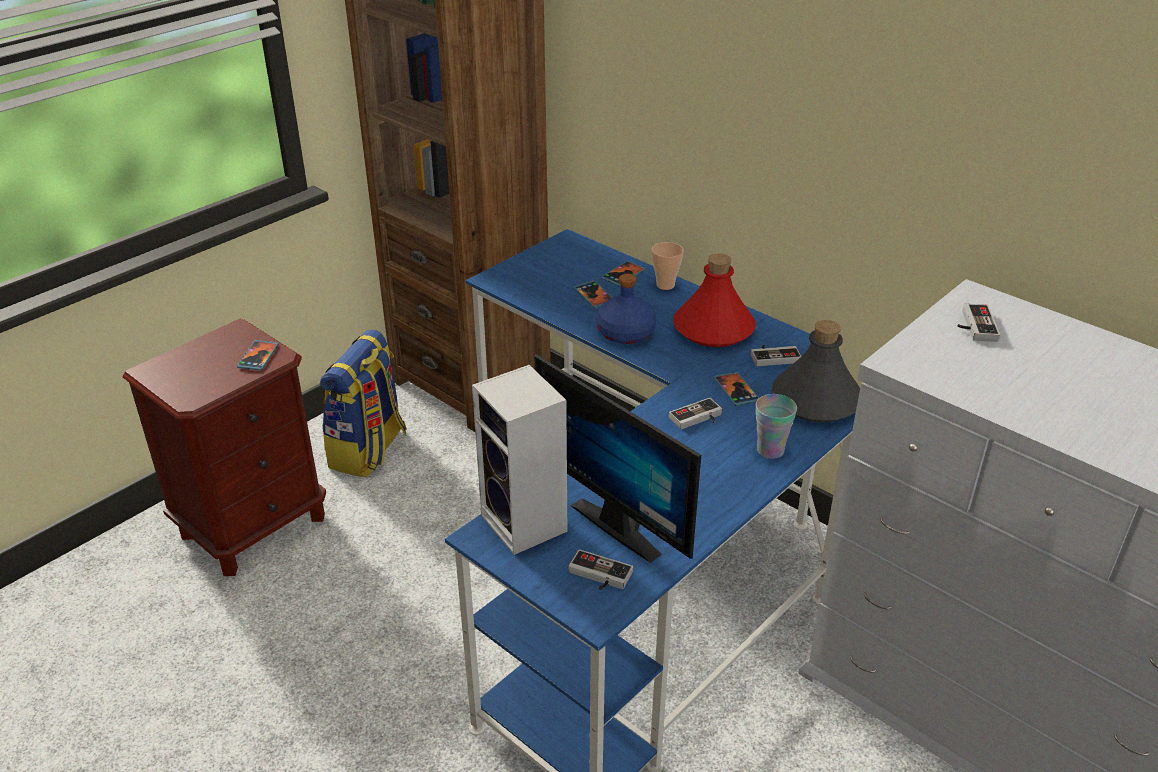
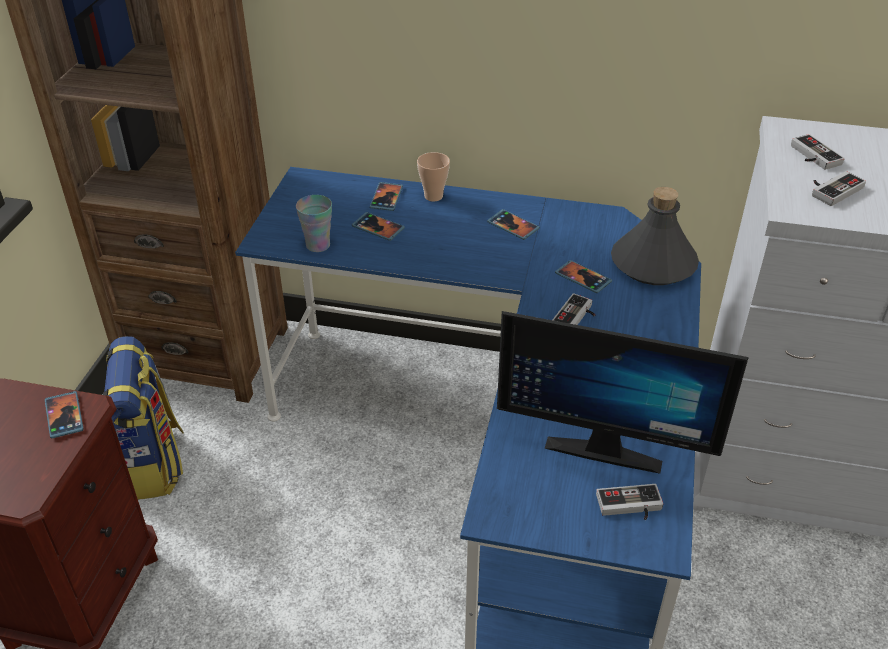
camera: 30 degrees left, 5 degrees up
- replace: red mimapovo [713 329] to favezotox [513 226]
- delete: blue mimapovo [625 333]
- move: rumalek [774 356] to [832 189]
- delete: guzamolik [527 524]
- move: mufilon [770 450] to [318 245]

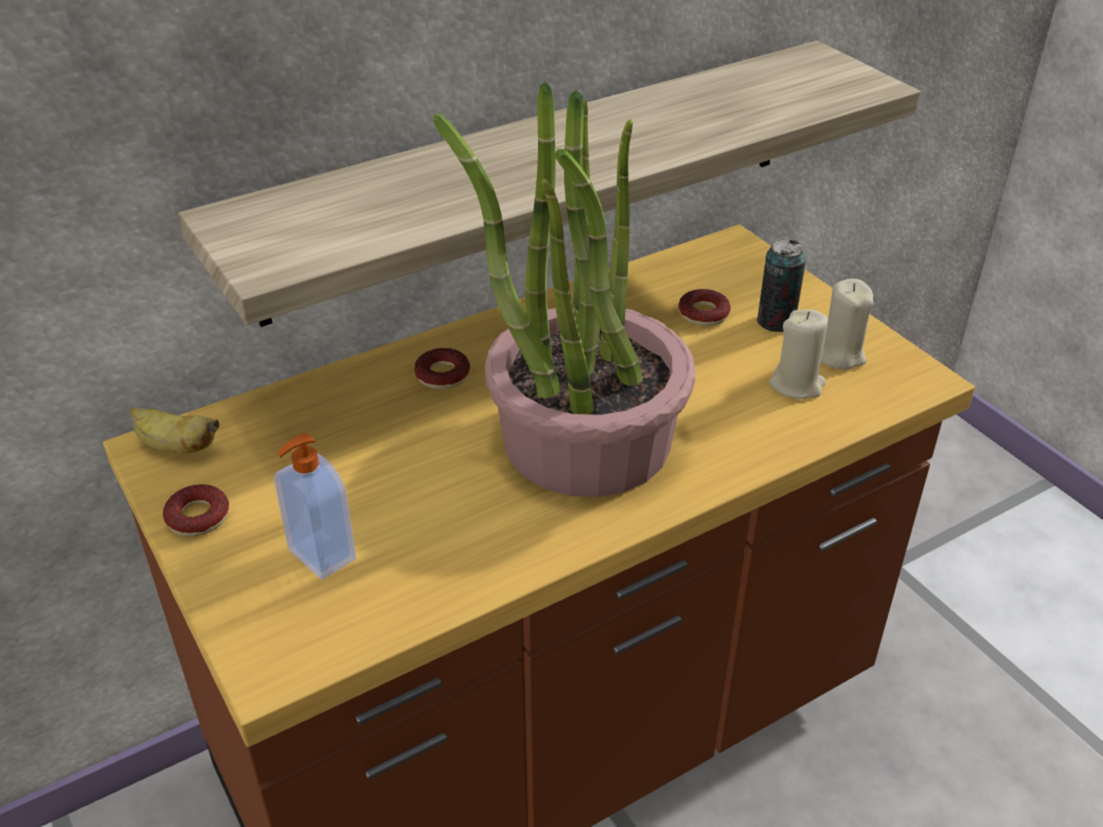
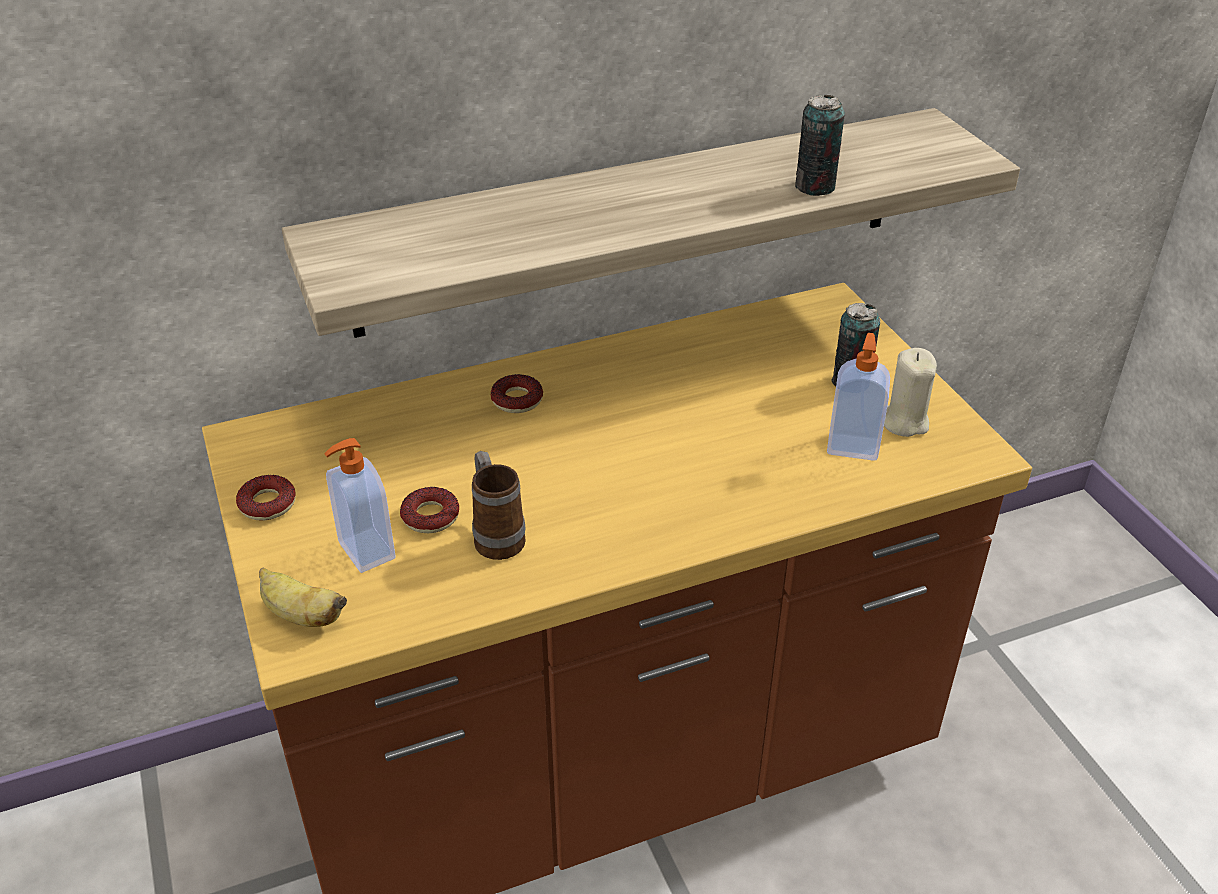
camera: 10 degrees right, 0 degrees up
- delete: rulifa [584 440]
- move: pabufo [703 314] to [430 516]
- replace: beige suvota [797 384] to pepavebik [853 446]
- move: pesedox [175 447] to [301 615]
- insert: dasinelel [815 187]
- insert: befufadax [496 535]

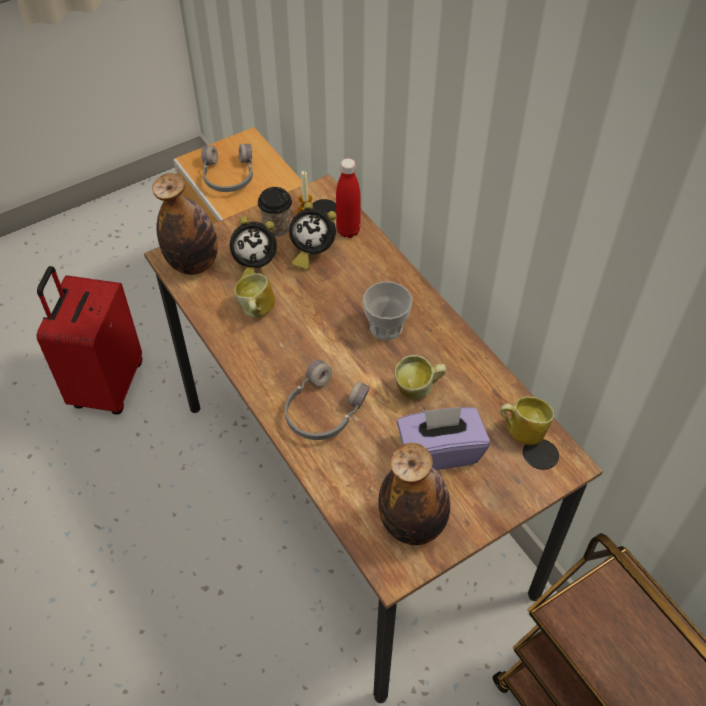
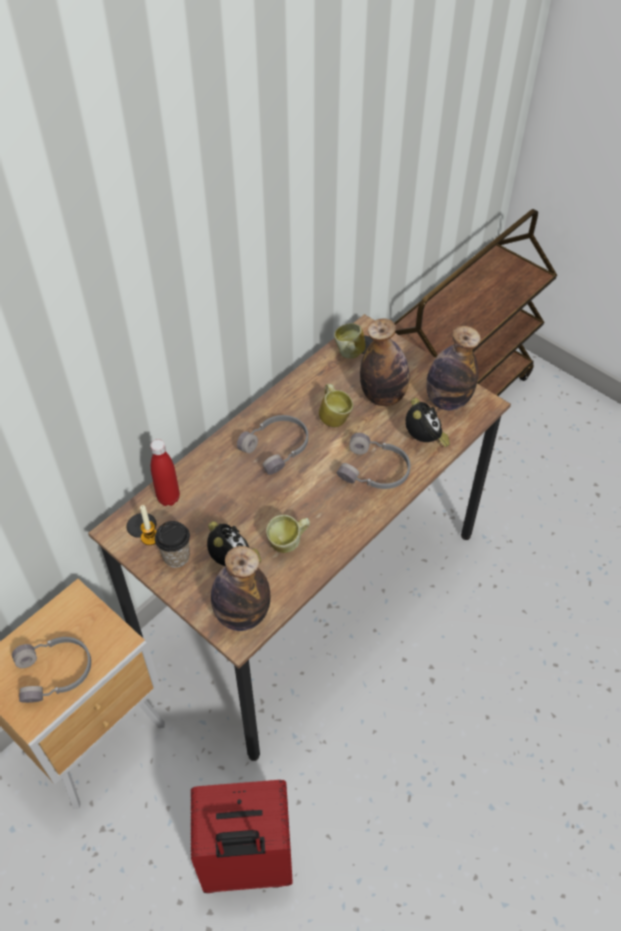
camera: 105 degrees left, 0 degrees up
- move: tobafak [311 252] to [424 440]
- replace: mufilon [386 327] to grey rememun [277 448]
- replace: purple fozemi [439 451] to mimapovo [383 396]

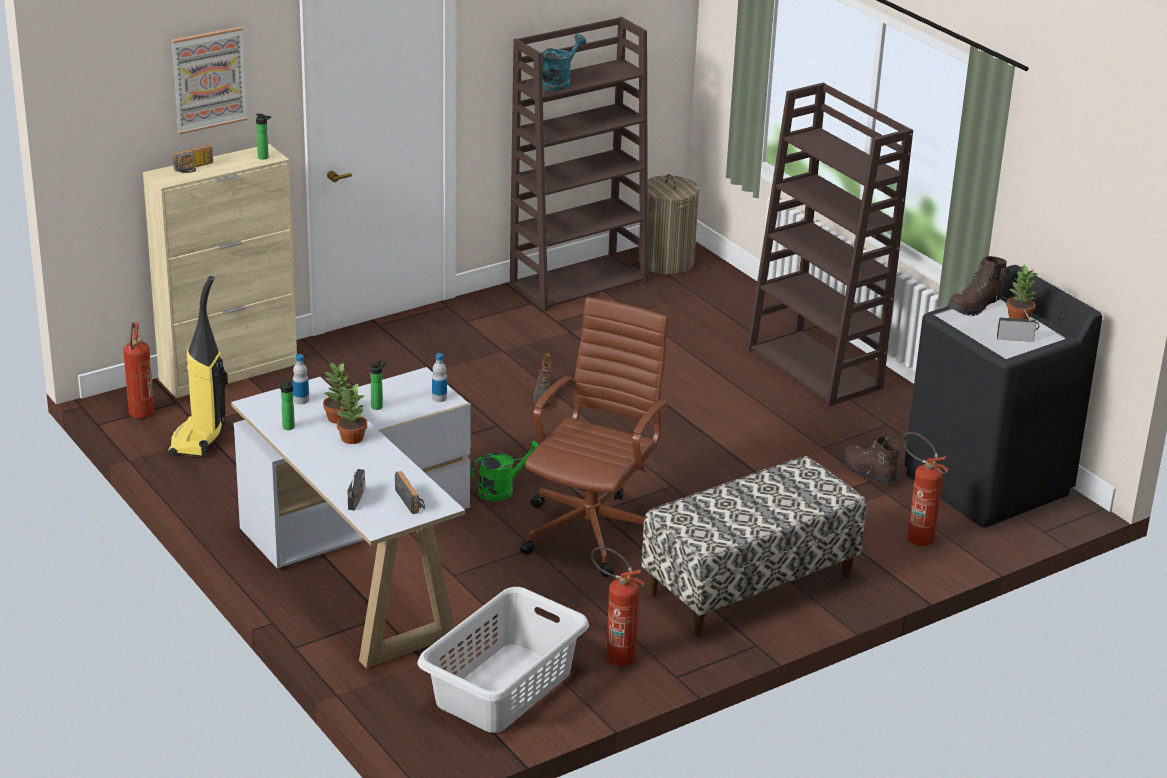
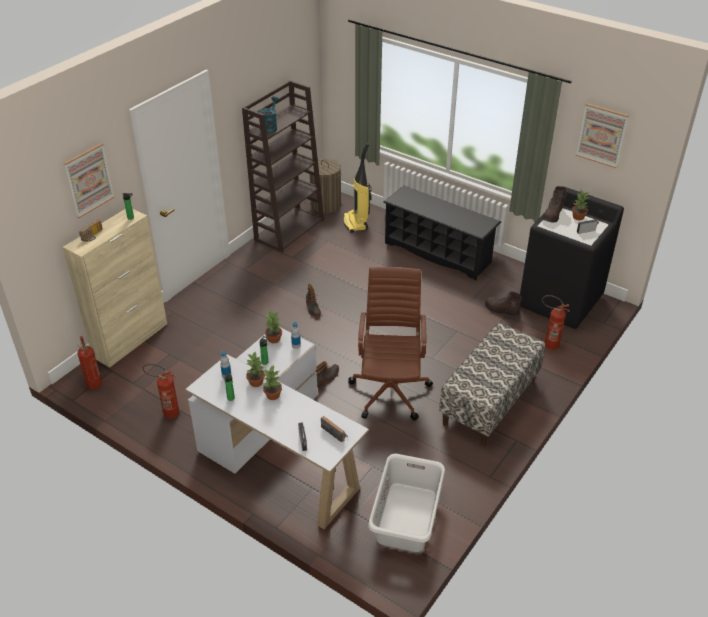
camera: 20 degrees left, 10 degrees up
- replace: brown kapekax [816 369] to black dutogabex [438 253]
- move: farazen [199 440] to [356 223]
- replace: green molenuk [502 490] to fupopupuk [327 377]
- move: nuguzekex [613 656] to [167 413]
- insert: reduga [602 135]
- insert: rulifa [274 339]

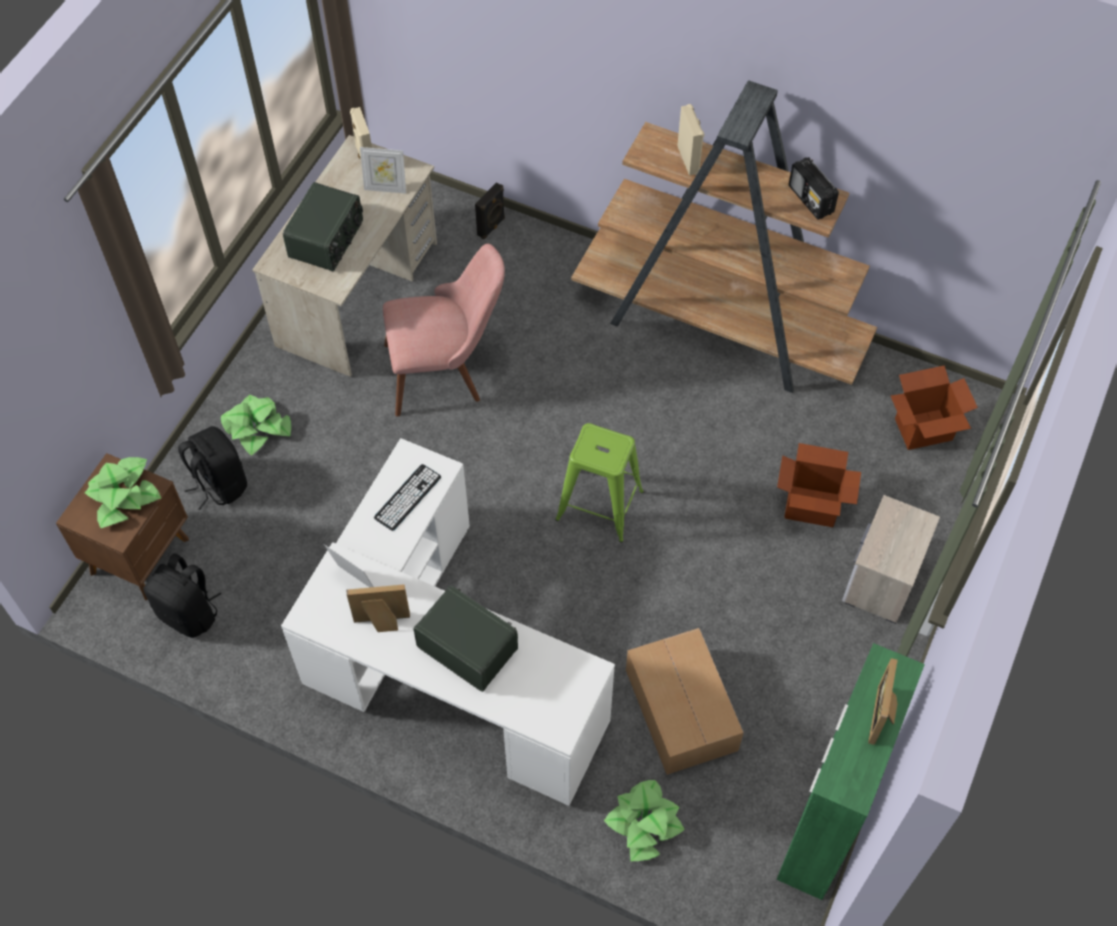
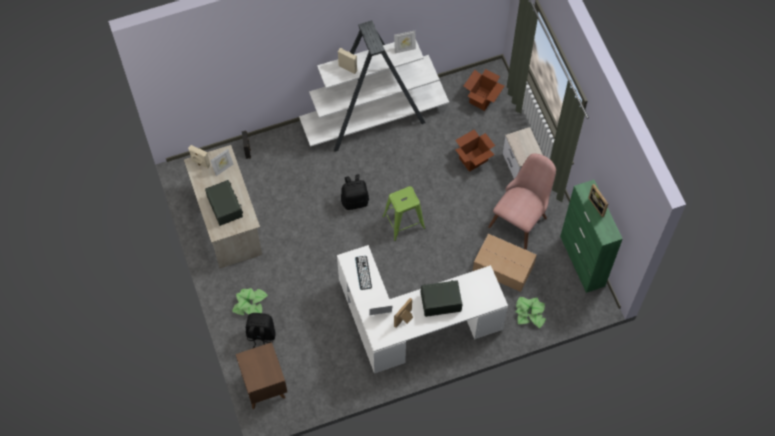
camera: 45 degrees left, 5 degrees up
- recolor: brown kapekax [719 327] to white kapekax [374 119]
- replace: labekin [811 200] to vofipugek [404 49]
- move: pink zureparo [446 370] to [521 217]
- delete: rulifa [124 495]
- move: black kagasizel [190 613] to [355 200]

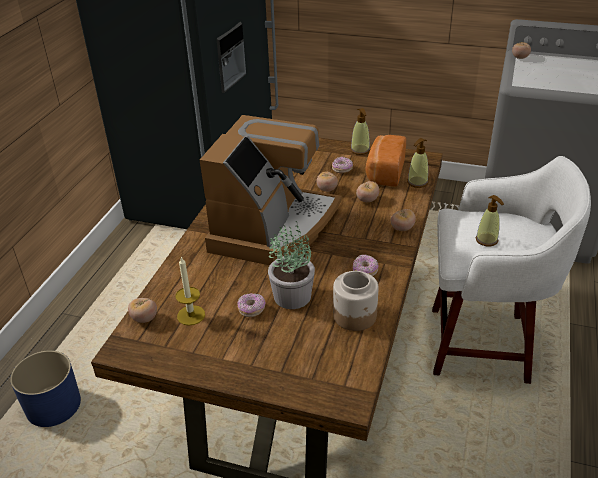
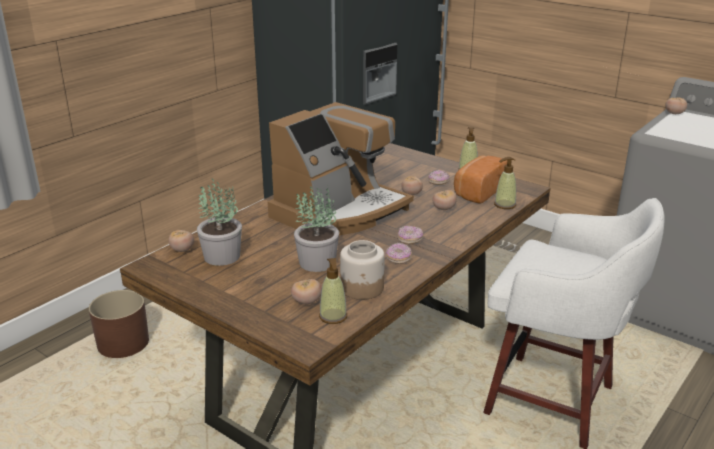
camera: 20 degrees right, 10 degrees down
- move: pepavebik [486 240] to [333 317]
- move: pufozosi [402 228] to [306 302]
- replace: suvota [191 315] to rulifa [221 256]
- move: pabufo [251 309] to [410 240]
- recolor: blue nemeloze [53 405] to brown nemeloze [123 343]

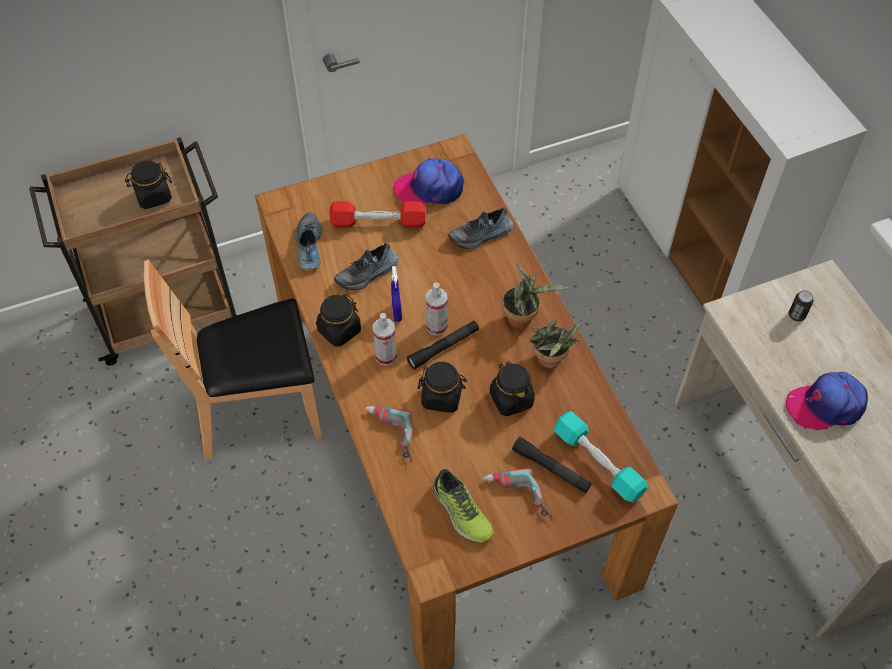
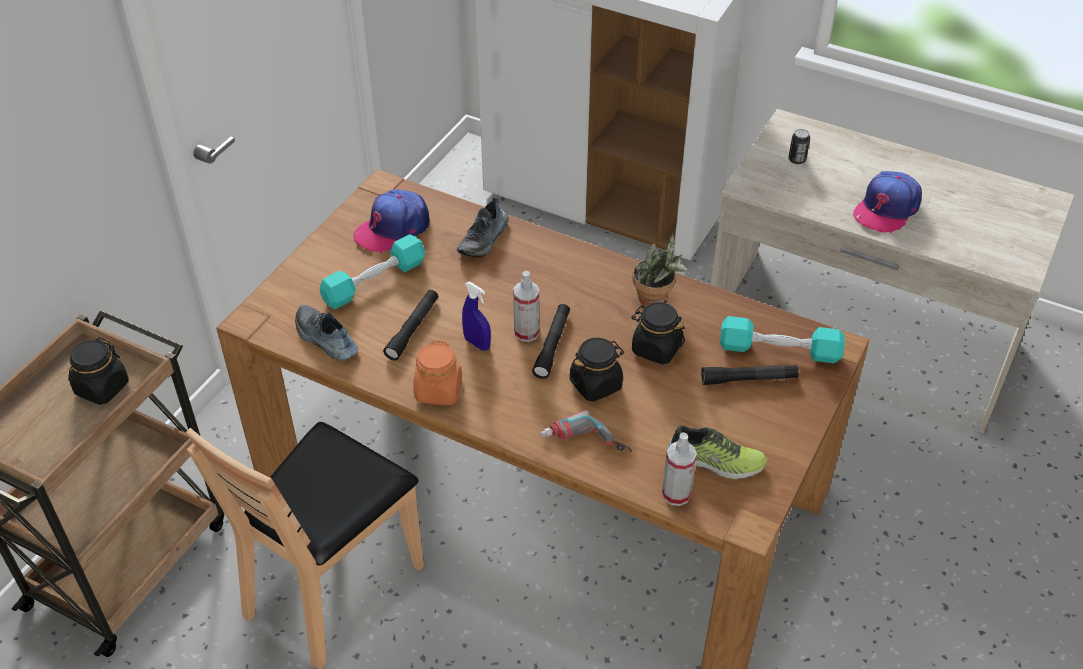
camera: 40 degrees left, 10 degrees down
- recolor: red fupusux [378 222] to turquoise fupusux [374 282]
- replace: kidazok [367 274] to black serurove [413 329]
- delete: rulifa [523 318]
- recolor: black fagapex [339 331] to orange fagapex [438 391]
- move: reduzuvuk [386 356] to [676 494]
- delete: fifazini [516 499]

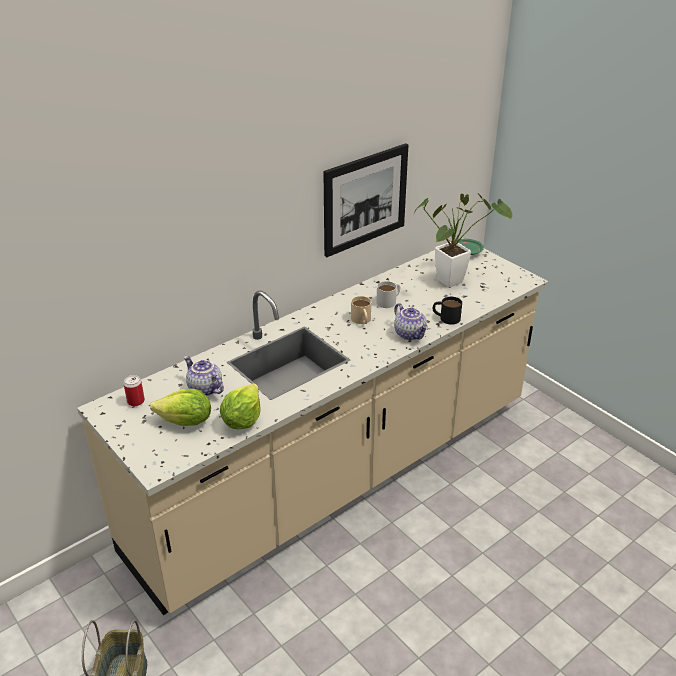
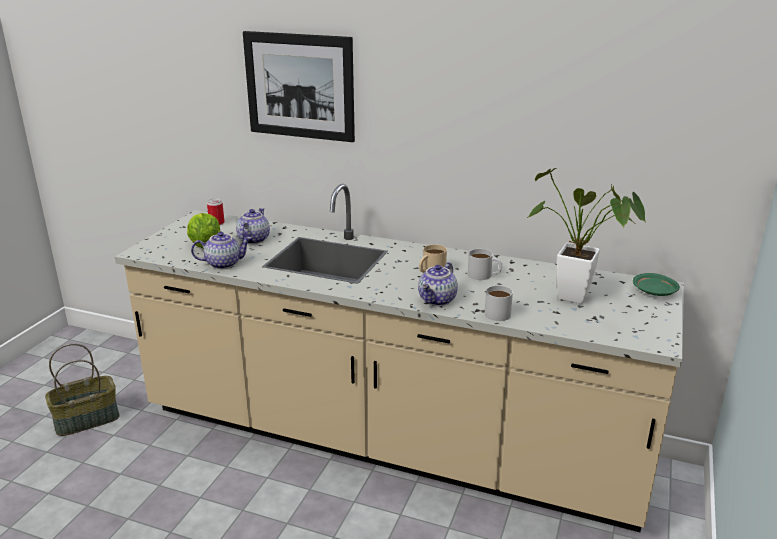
camera: 60 degrees right, 10 degrees down
- move: reduga [365 199] to [299 86]
- recolor: black befufadax [446 317] to white befufadax [495 311]
- replace: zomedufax [242 420] to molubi [224 263]

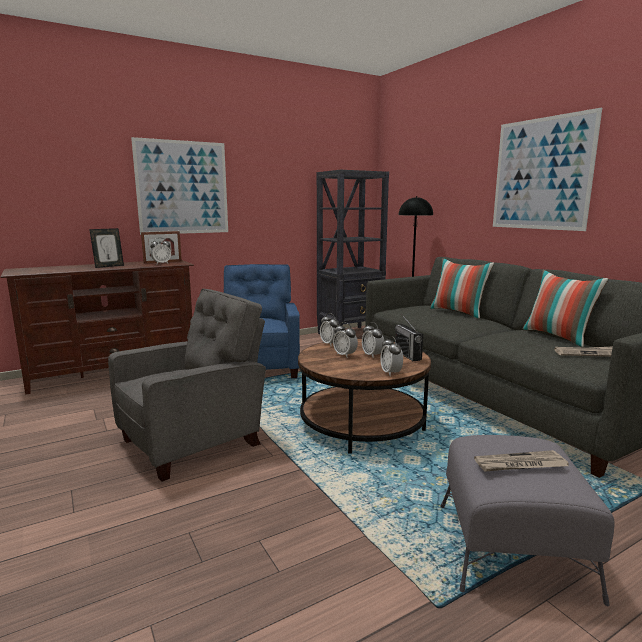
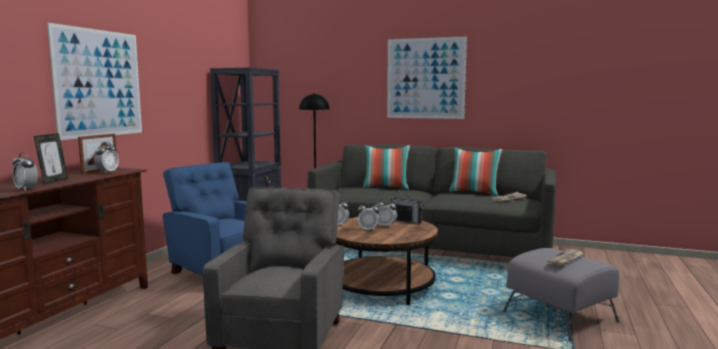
camera: 40 degrees left, 5 degrees down
- move: tobafak [391 373] to [26 189]

